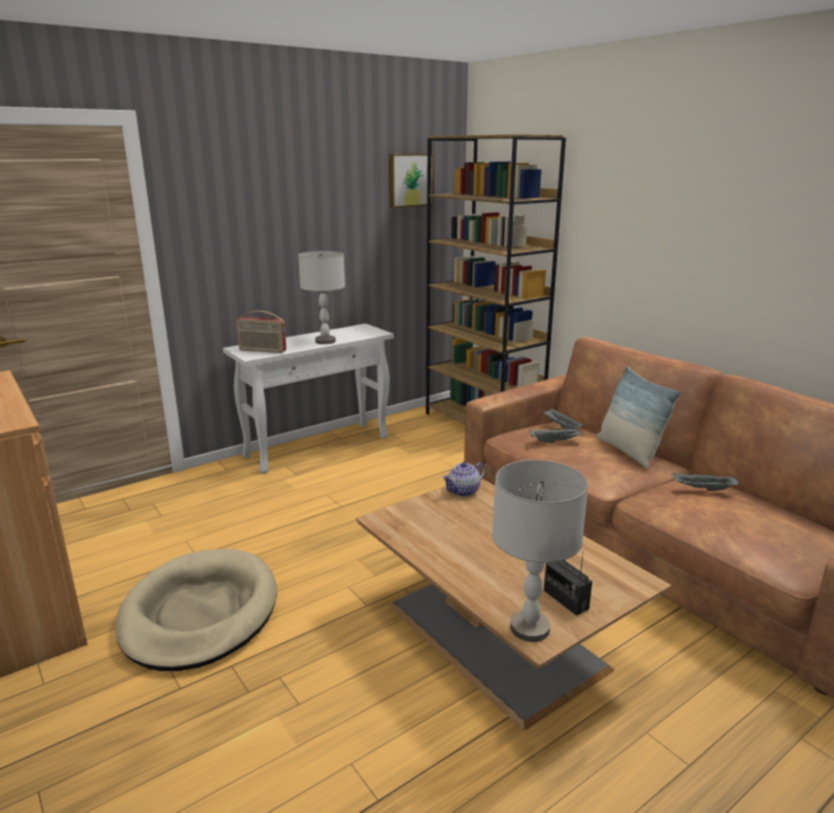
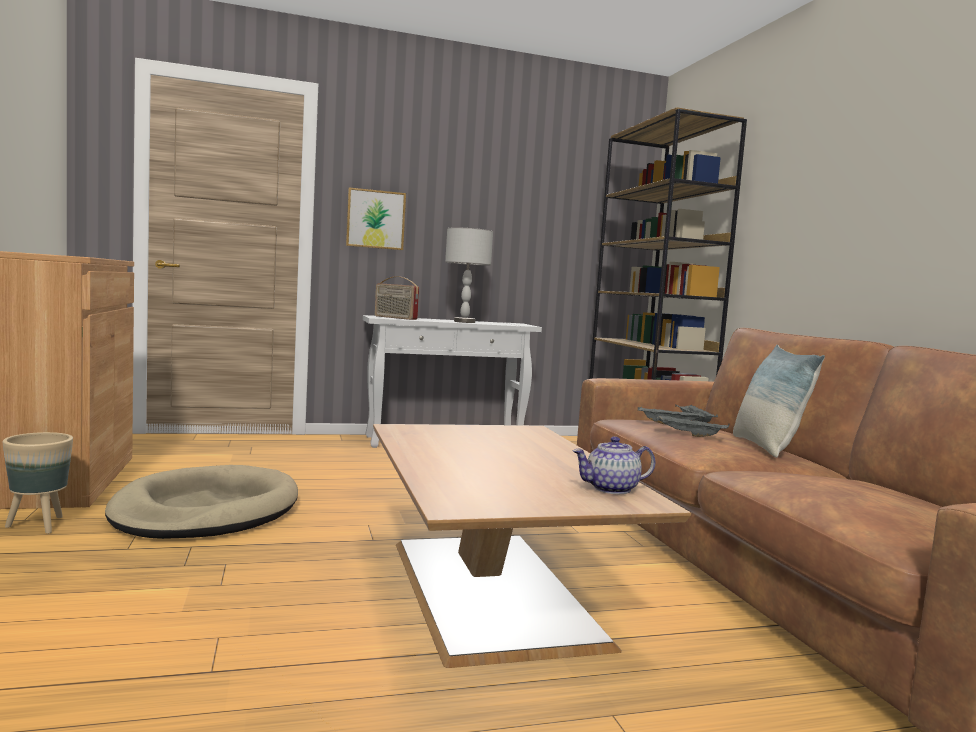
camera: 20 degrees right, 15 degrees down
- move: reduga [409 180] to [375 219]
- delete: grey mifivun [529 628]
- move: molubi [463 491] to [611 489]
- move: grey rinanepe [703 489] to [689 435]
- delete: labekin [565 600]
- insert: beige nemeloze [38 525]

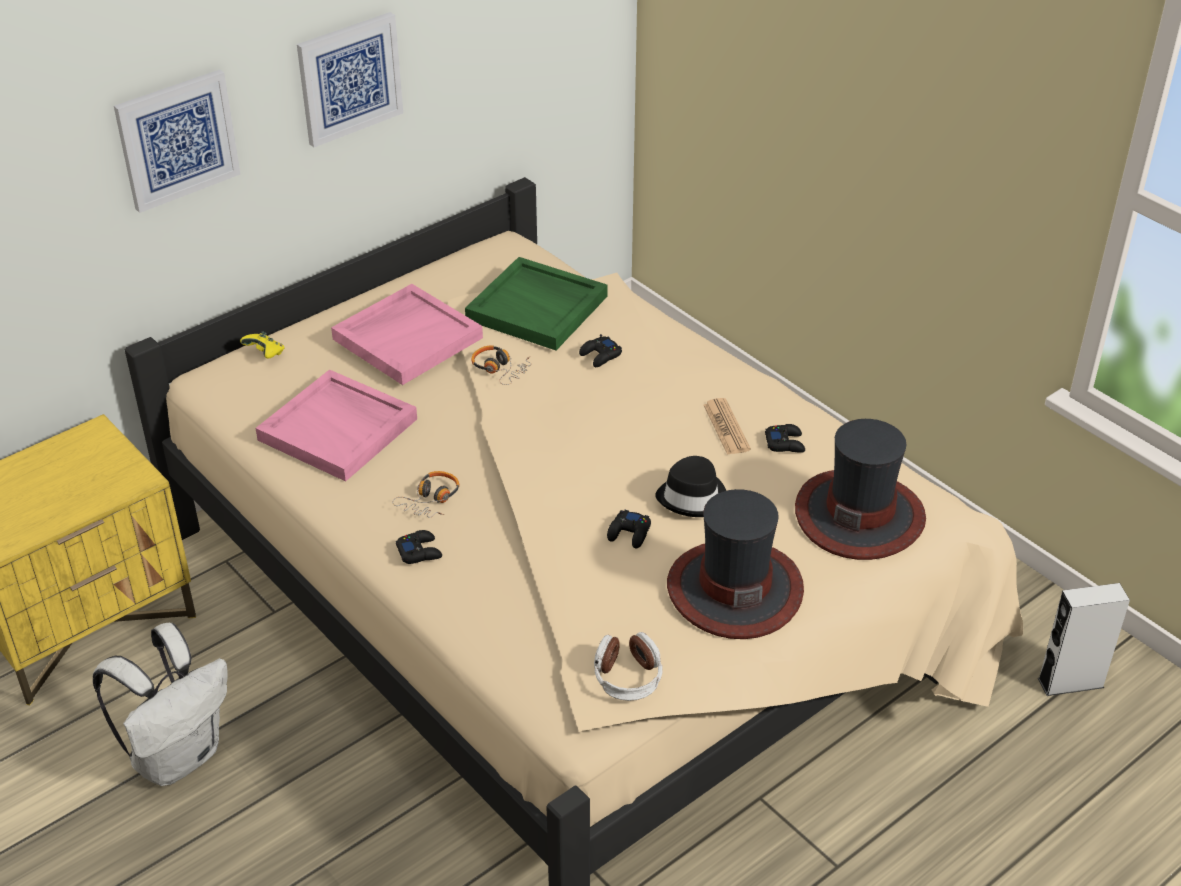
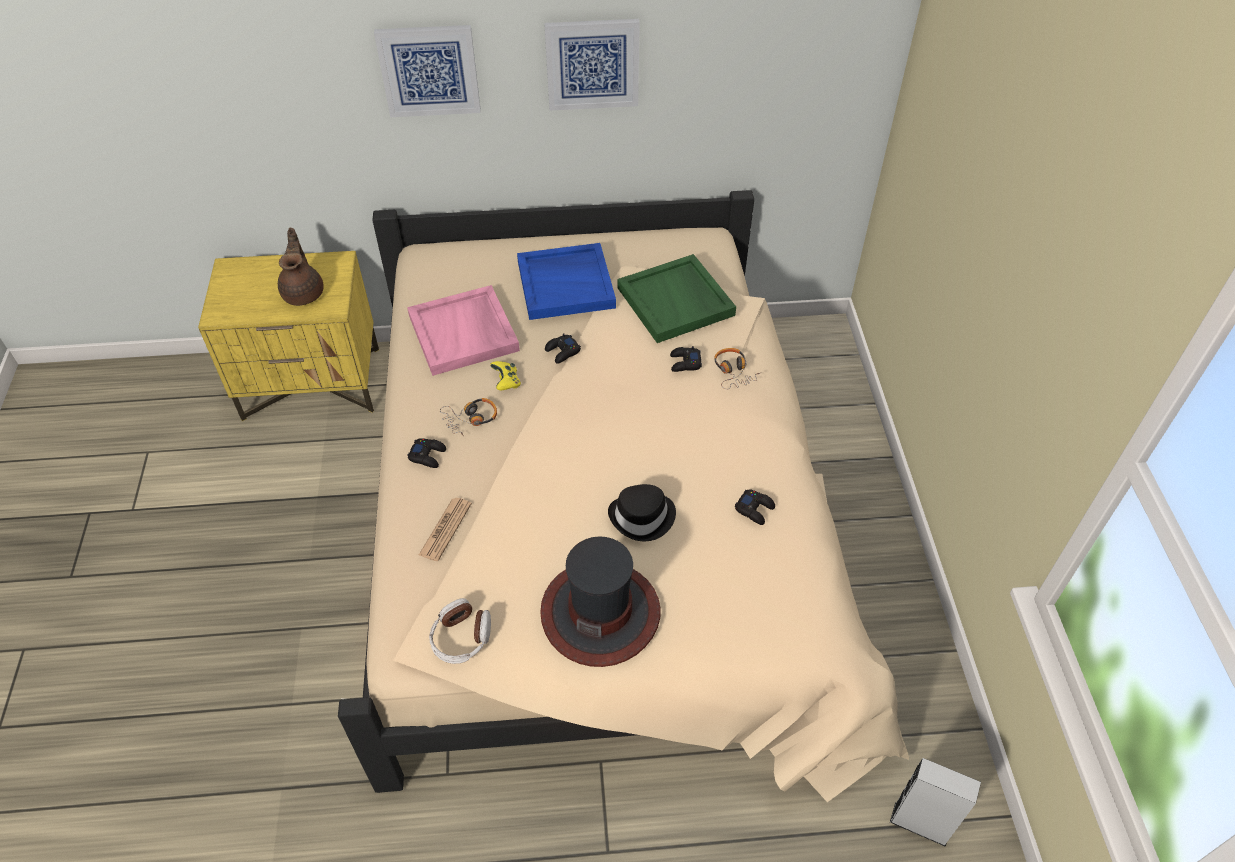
camera: 35 degrees right, 10 degrees up
- recolor: pink rinanepe [407 337] to blue rinanepe [566 284]
- move: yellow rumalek [265 354] to [506 382]
- move: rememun [500 369] to [733 372]
- move: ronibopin [726 427] to [445 529]
- delete: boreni [859 515]
- move: black rumalek [629 533] to [562 352]
- delete: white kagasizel [178 755]
- insert: brown molubi [304 292]

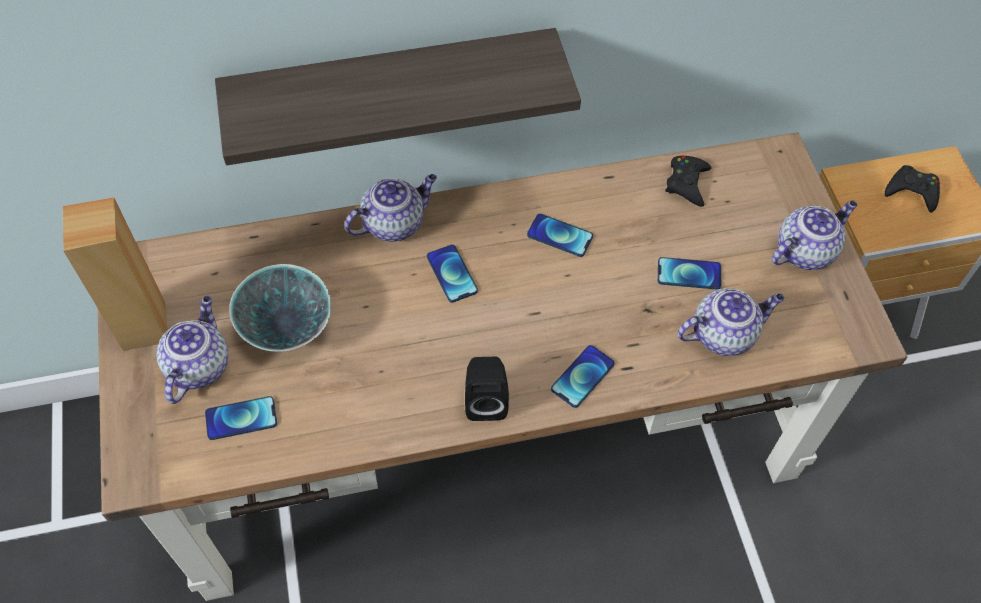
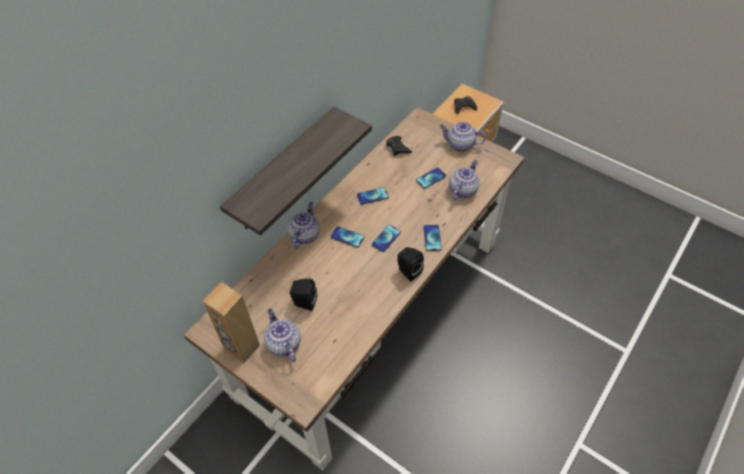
camera: 40 degrees left, 5 degrees down
- rotate: molubi [805 251] = [460 145] 90 degrees counterclockwise
- replace: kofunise [286 327] to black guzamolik [303 303]
- move: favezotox [241 418] to [386 238]

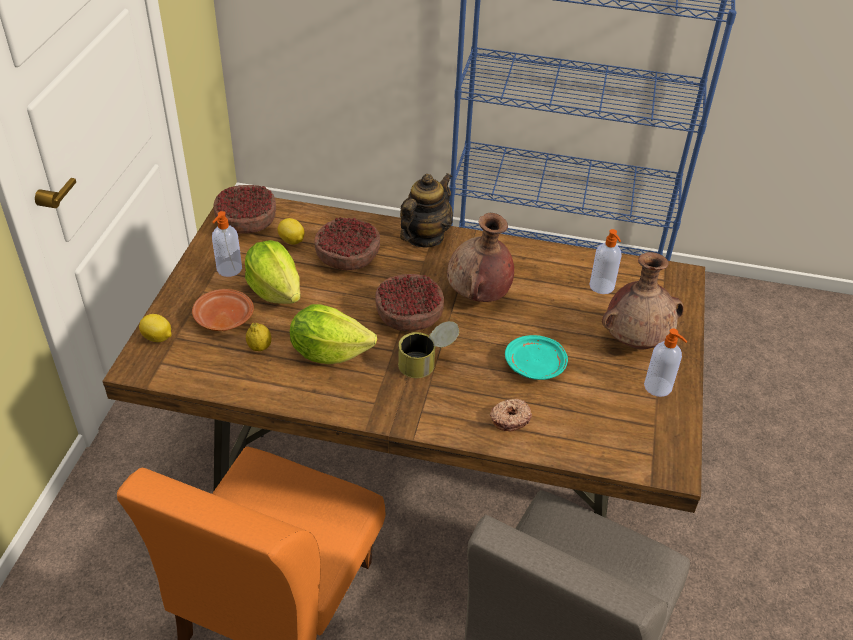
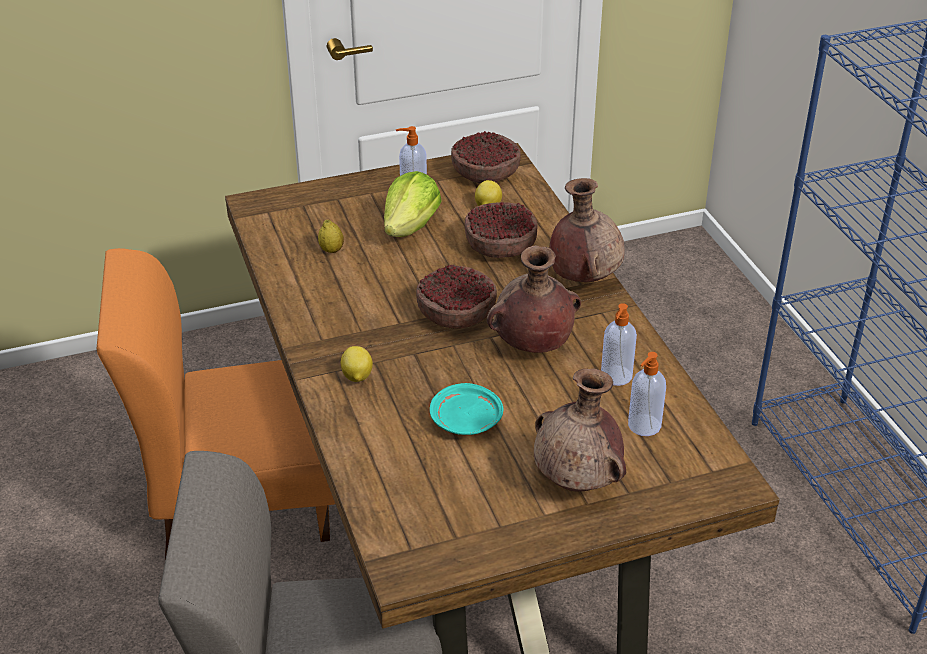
camera: 60 degrees right, 5 degrees down
- replace: molubi [424 237] to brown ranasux [584 277]
- delete: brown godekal [223 318]
- delete: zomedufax [329 352]
- move: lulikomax [158 338] to [356 377]
- delete: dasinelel [427 363]
- move: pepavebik [658 387] to [616 376]
- delete: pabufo [509 418]

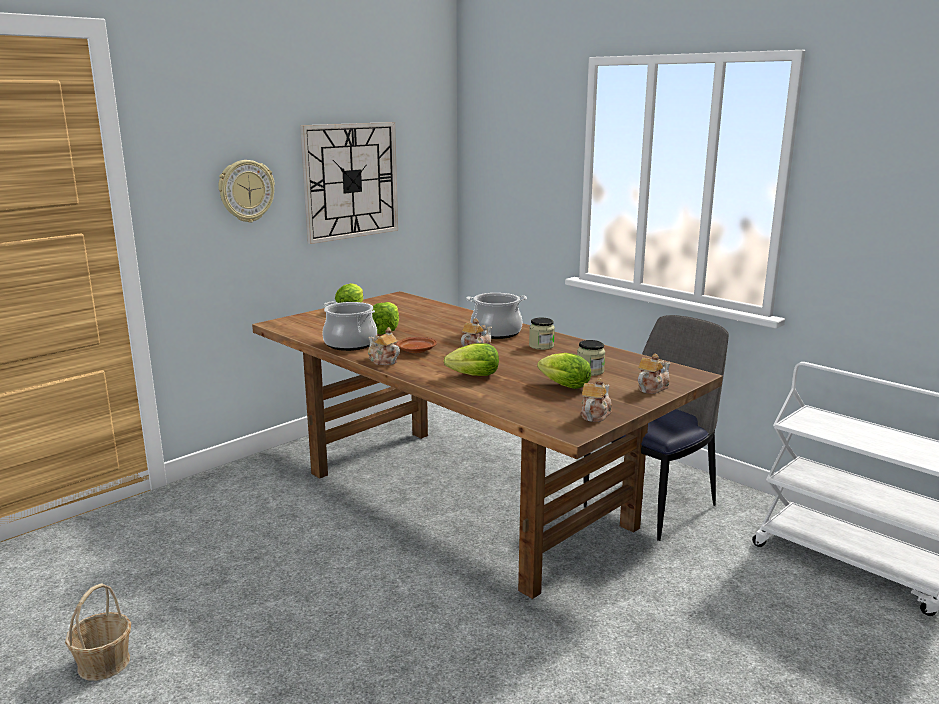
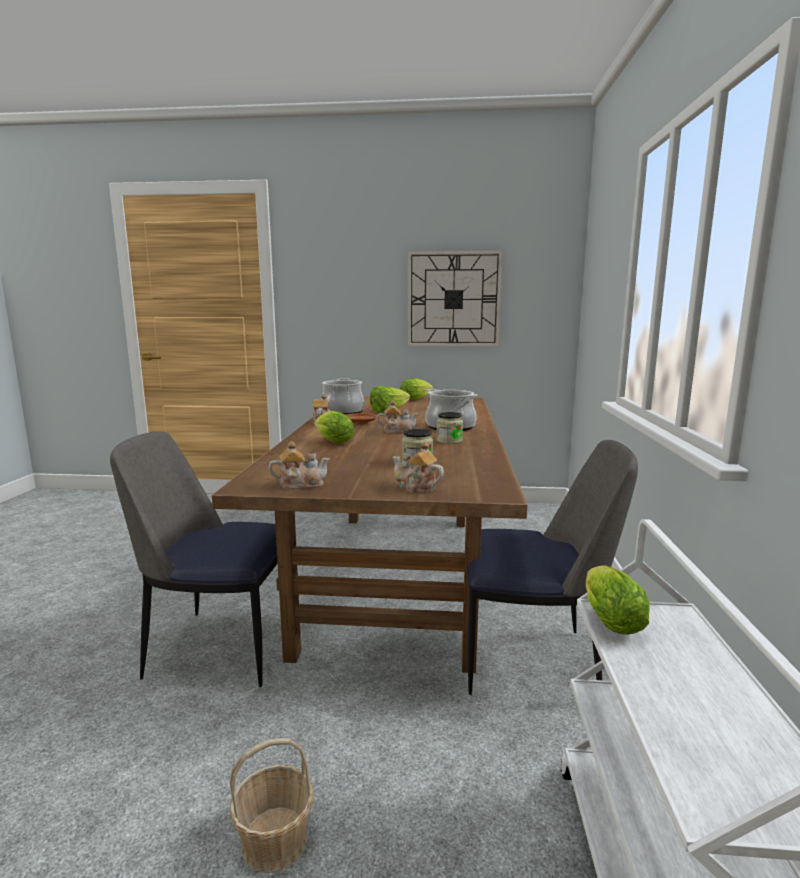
camera: 50 degrees right, 5 degrees down
- delete: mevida [246 191]
- move: zomedufax [562 385] to [608 618]
- rotate: molubi [652 388] = [415 487] 150 degrees counterclockwise
- move: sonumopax [104 663] to [275 840]
- insert: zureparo [219 647]

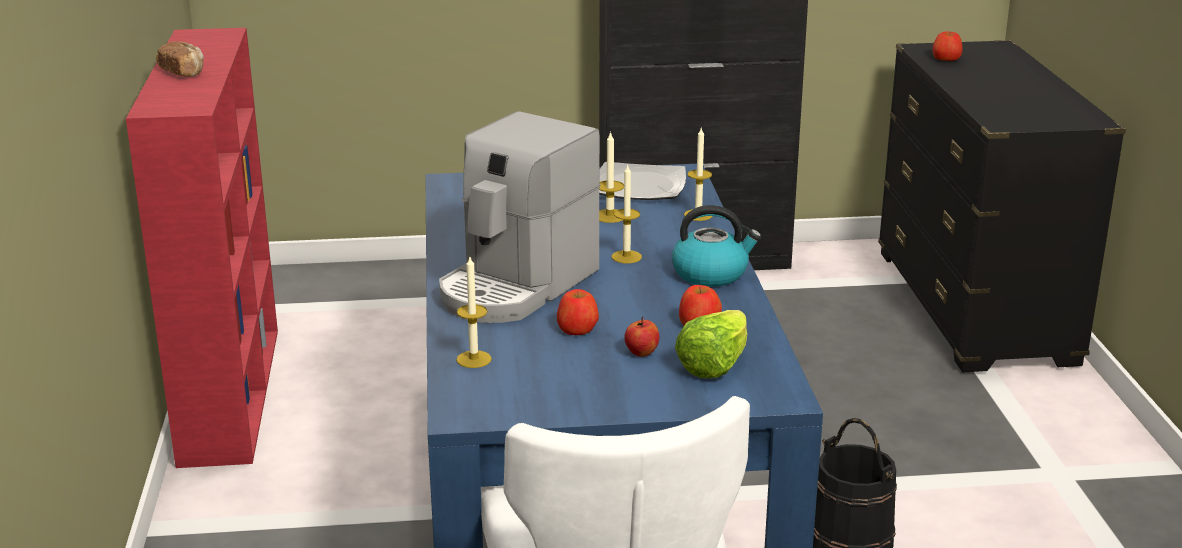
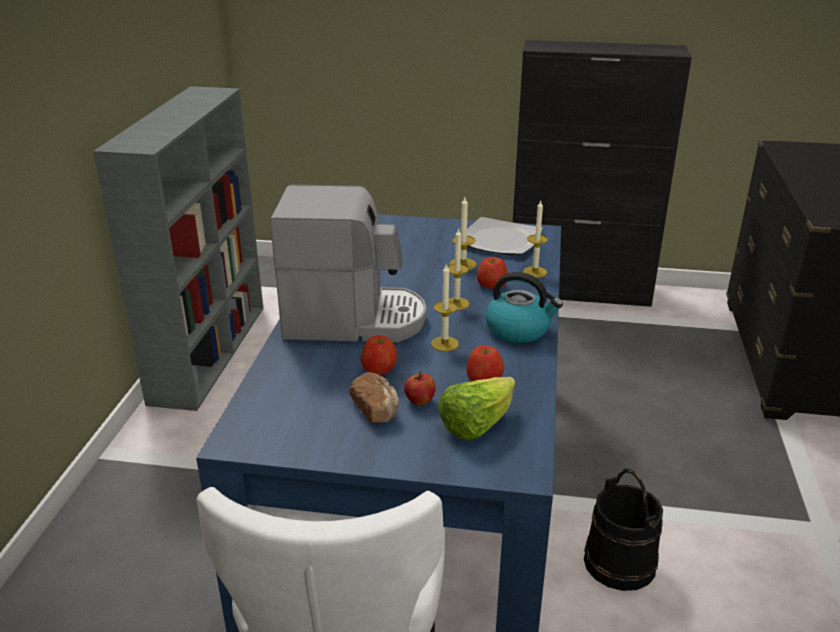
camera: 15 degrees right, 5 degrees up
- recolor: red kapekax [230 392] to grey kapekax [210 351]
- move: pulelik [946 59] to [491 285]
- move: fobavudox [183 72] to [376 409]
- rotate: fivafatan [516 286] = [353 320] 135 degrees counterclockwise
- move: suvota [474 359] to [444 344]

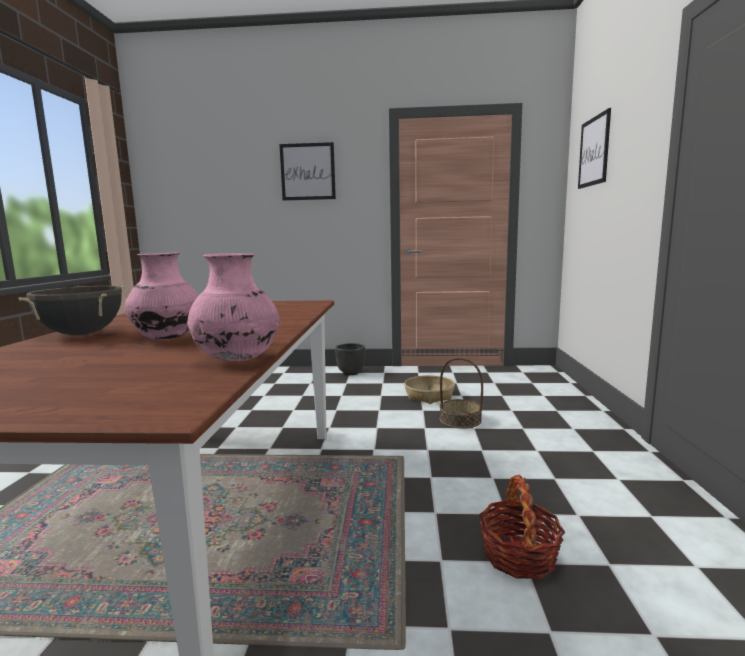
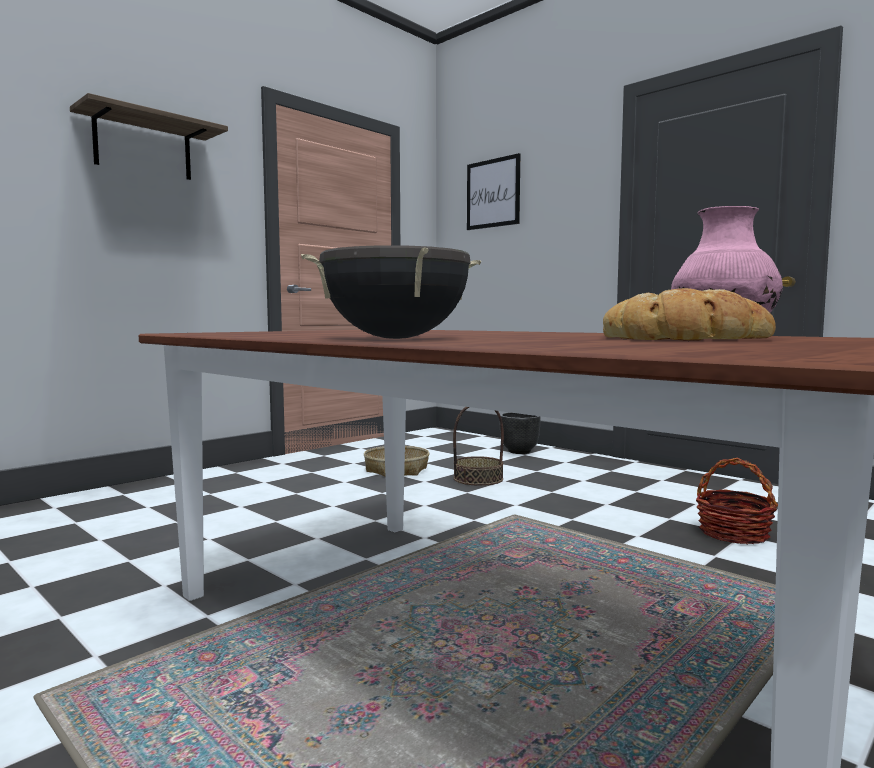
camera: 50 degrees left, 5 degrees down
- replace: reduga [308 172] to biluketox [143 147]
- delete: pink ranasux [167 339]
- move: black nemeloze [351 373] to [519 451]
- insert: fobavudox [685 339]

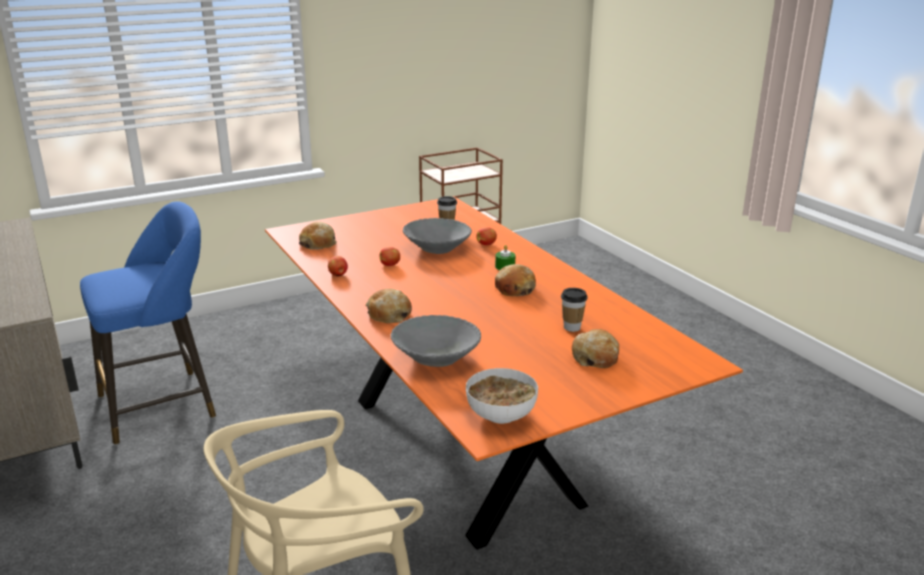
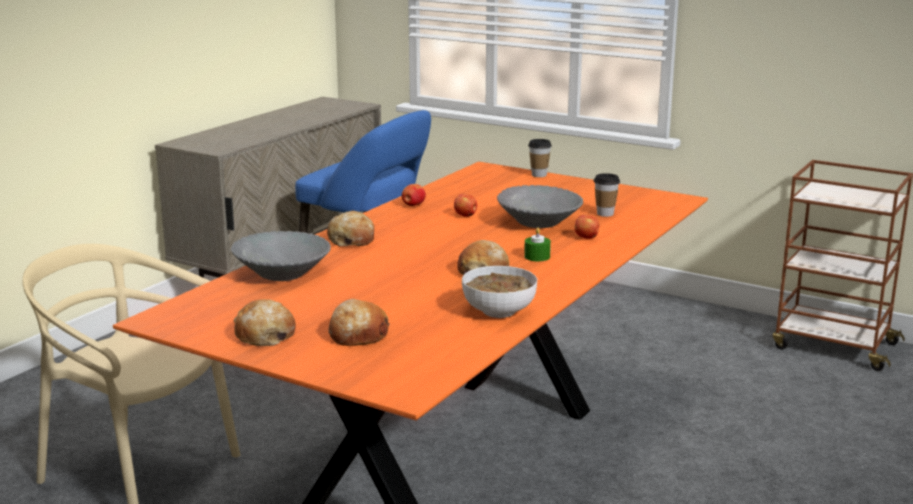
camera: 60 degrees right, 5 degrees down
- move: fobavudox [318 243] to [264 335]
- move: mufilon [572 327] to [539 175]
- move: kofunise [502 415] to [499 312]

